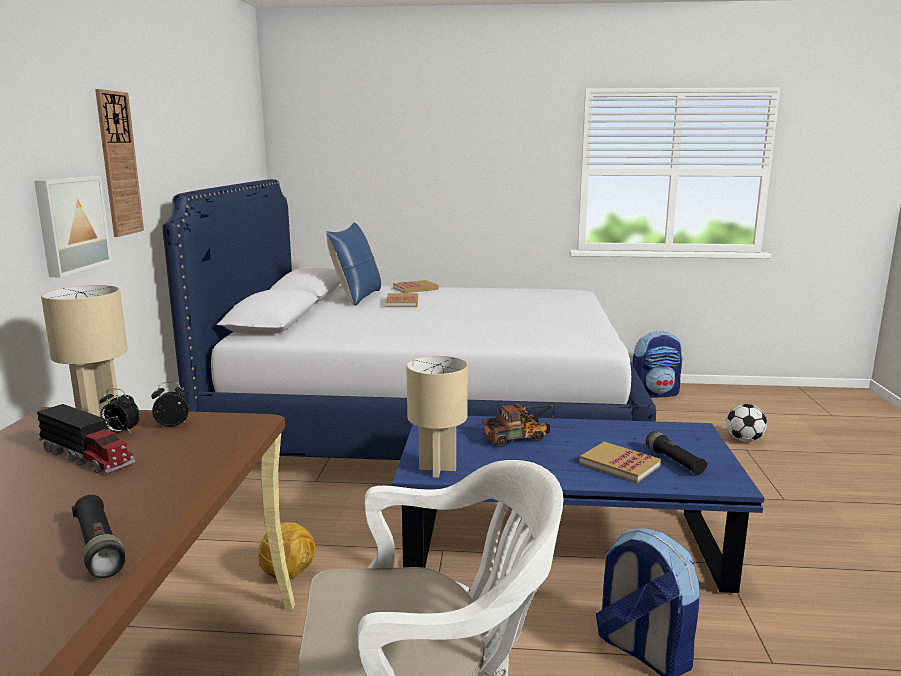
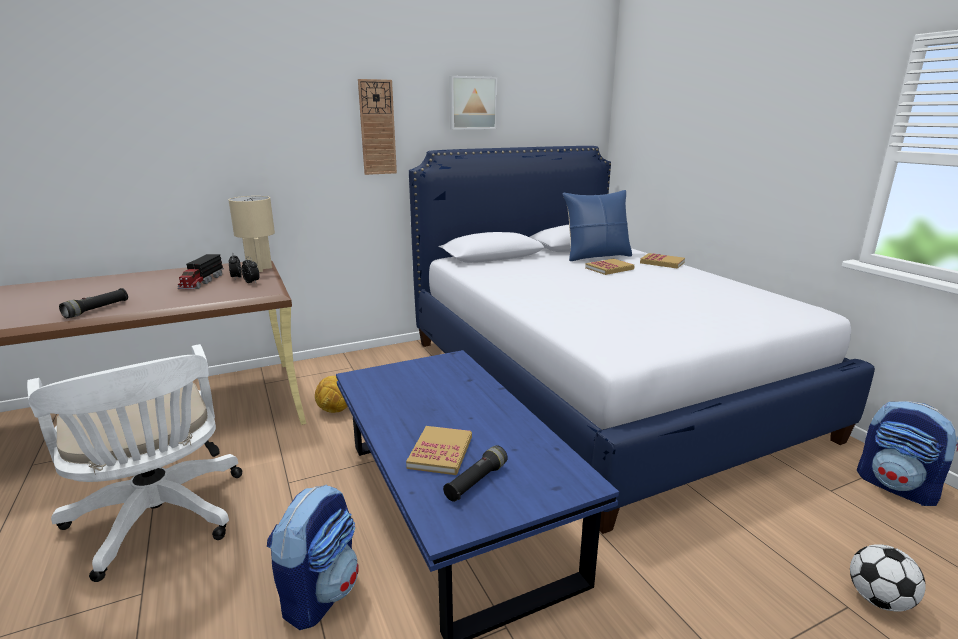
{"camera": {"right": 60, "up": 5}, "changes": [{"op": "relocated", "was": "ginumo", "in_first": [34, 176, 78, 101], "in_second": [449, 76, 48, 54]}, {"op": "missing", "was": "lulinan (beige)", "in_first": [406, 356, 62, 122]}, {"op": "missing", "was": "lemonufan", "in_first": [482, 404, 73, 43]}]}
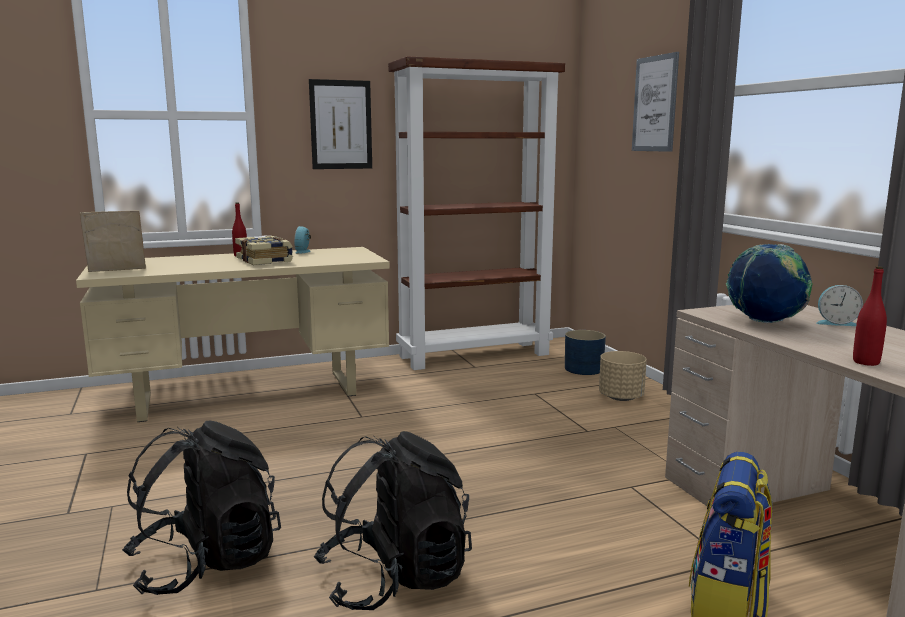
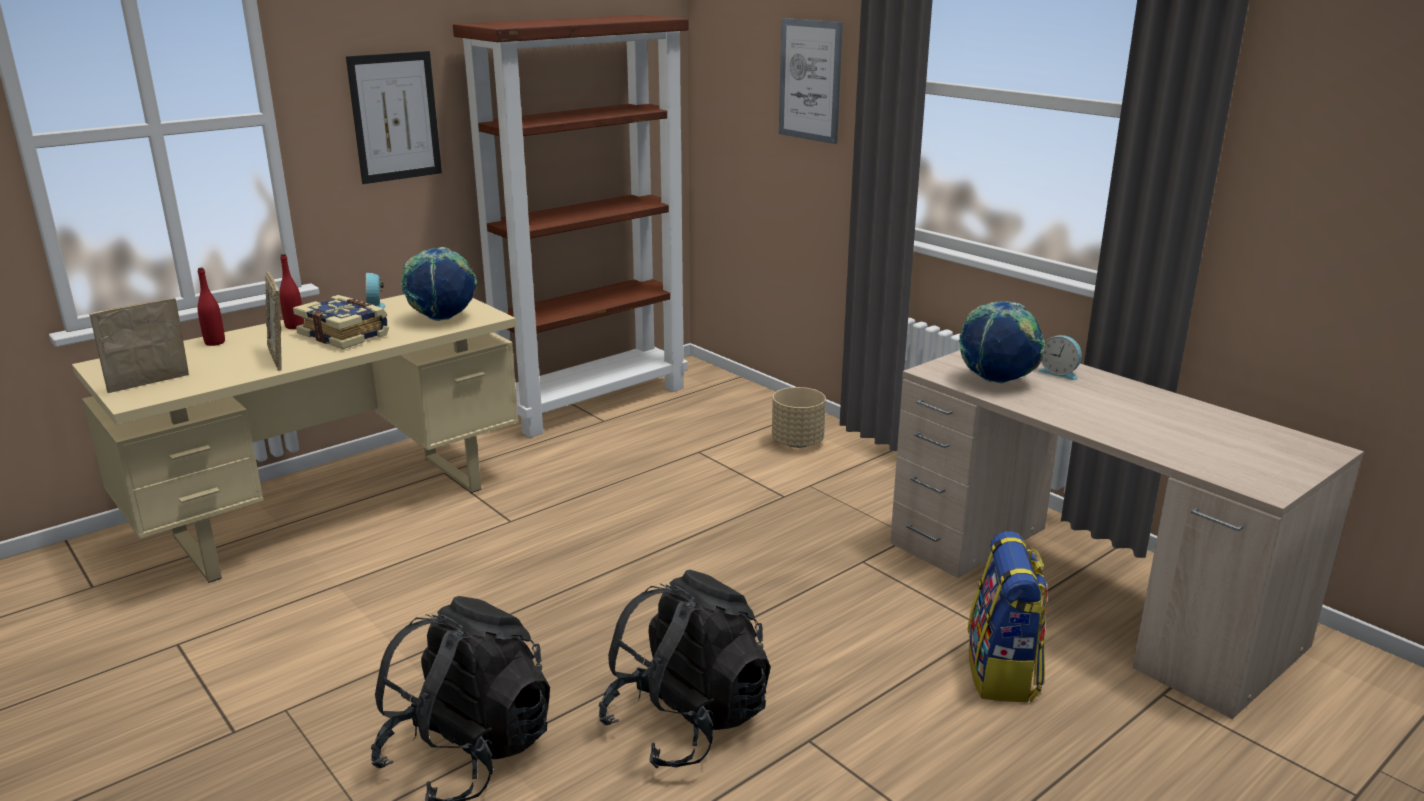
{"camera": {"right": -20, "up": 10}, "changes": [{"op": "relocated", "was": "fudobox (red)", "in_first": [853, 266, 34, 100], "in_second": [198, 268, 27, 78]}, {"op": "appeared", "now": "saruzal", "in_second": [265, 272, 17, 99]}, {"op": "appeared", "now": "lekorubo", "in_second": [401, 247, 76, 74]}, {"op": "spun", "was": "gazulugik", "in_first": [816, 285, 47, 41], "in_second": [1038, 335, 44, 45], "clockwise": 45}, {"op": "missing", "was": "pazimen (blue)", "in_first": [565, 330, 41, 45]}]}
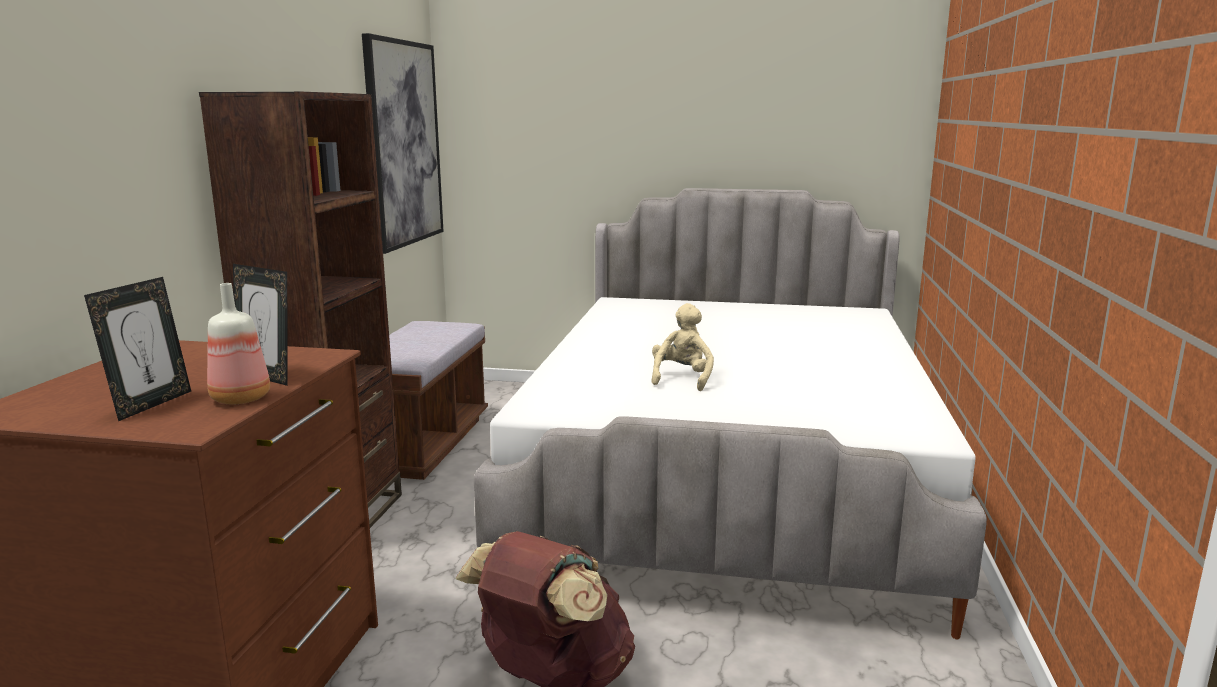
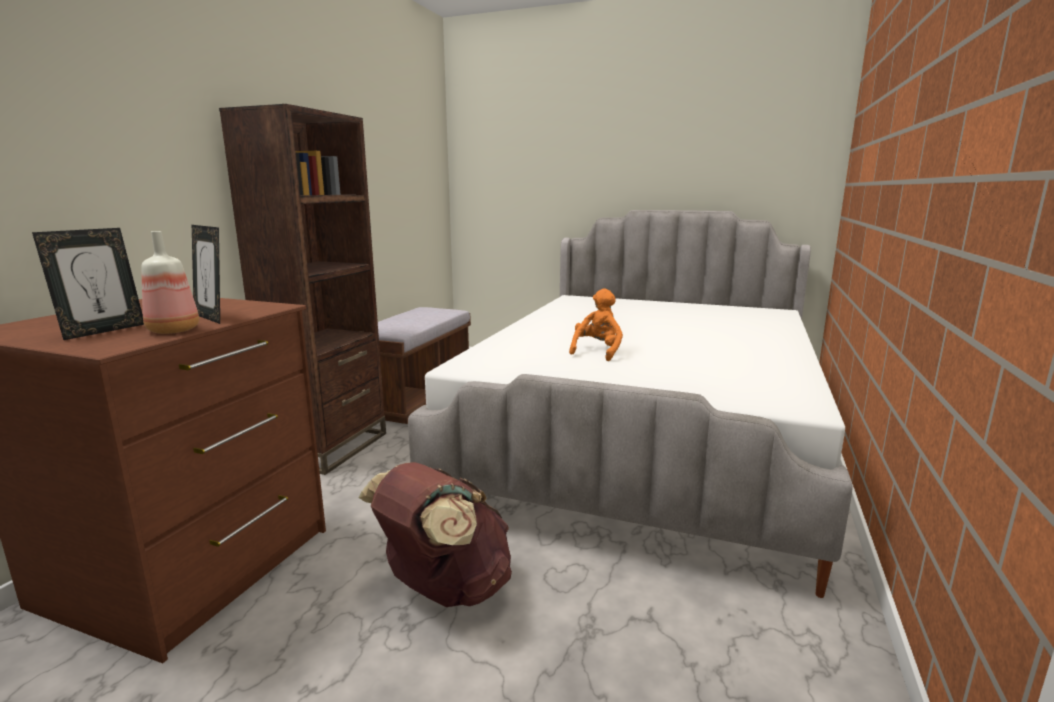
{"camera": {"right": 10, "up": 0}, "changes": [{"op": "colour", "was": "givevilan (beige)", "now": "givevilan (orange)", "in_first": [651, 303, 63, 88], "in_second": [569, 289, 54, 72]}, {"op": "missing", "was": "ginumo", "in_first": [362, 33, 82, 221]}]}
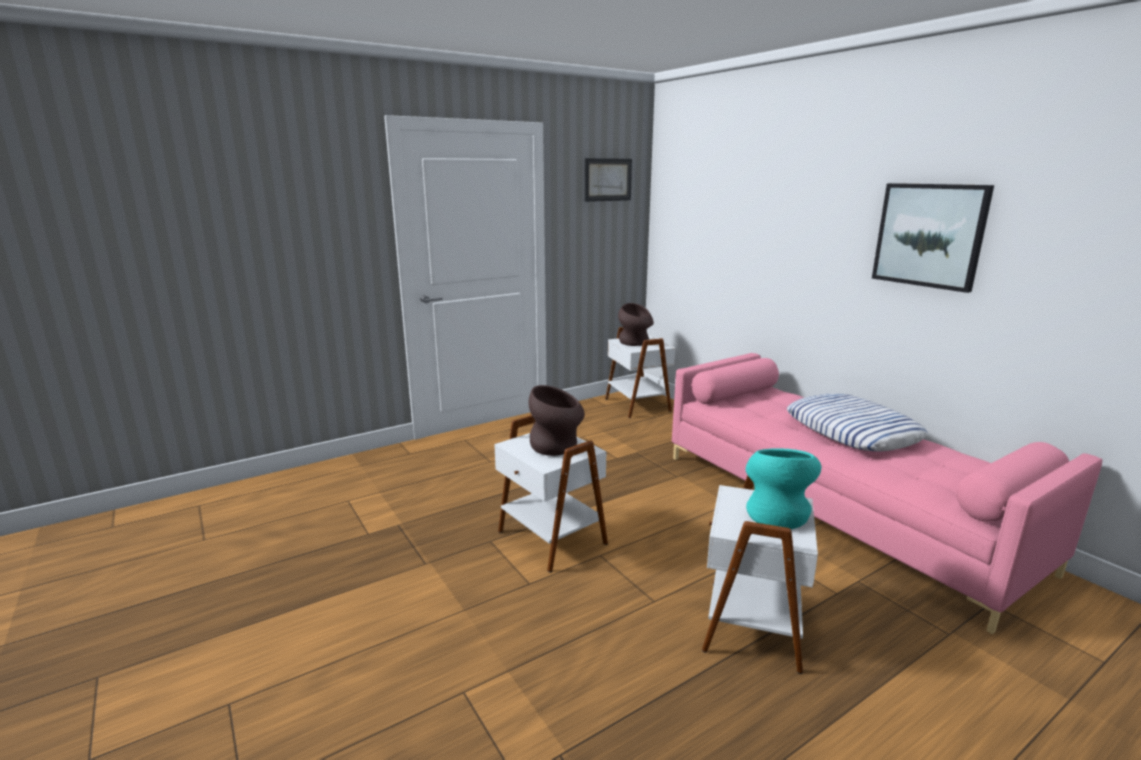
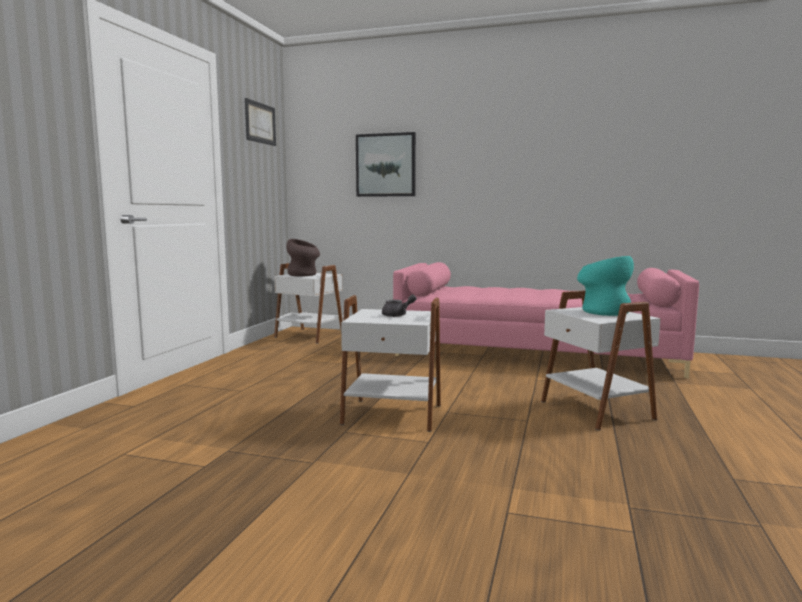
{"camera": {"right": -40, "up": -10}, "changes": [{"op": "relocated", "was": "ginumo", "in_first": [872, 183, 122, 110], "in_second": [356, 132, 60, 65]}, {"op": "exchanged", "was": "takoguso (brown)", "now": "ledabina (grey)", "in_first": [529, 385, 56, 71], "in_second": [382, 294, 34, 23]}, {"op": "missing", "was": "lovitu", "in_first": [787, 393, 141, 59]}]}
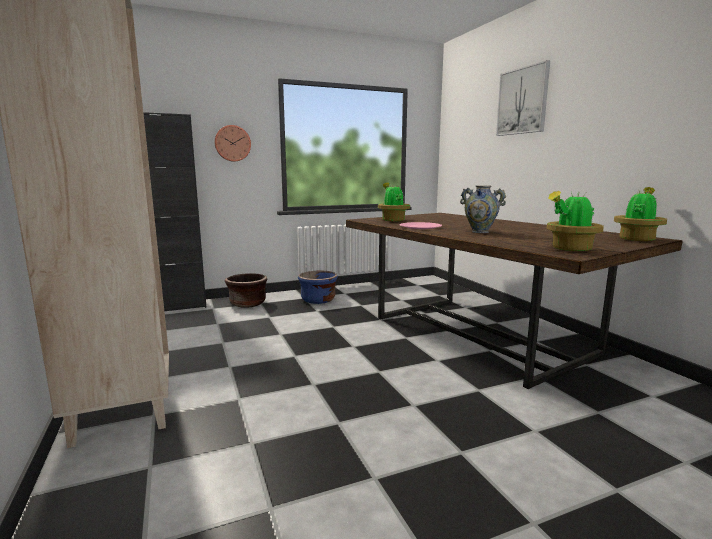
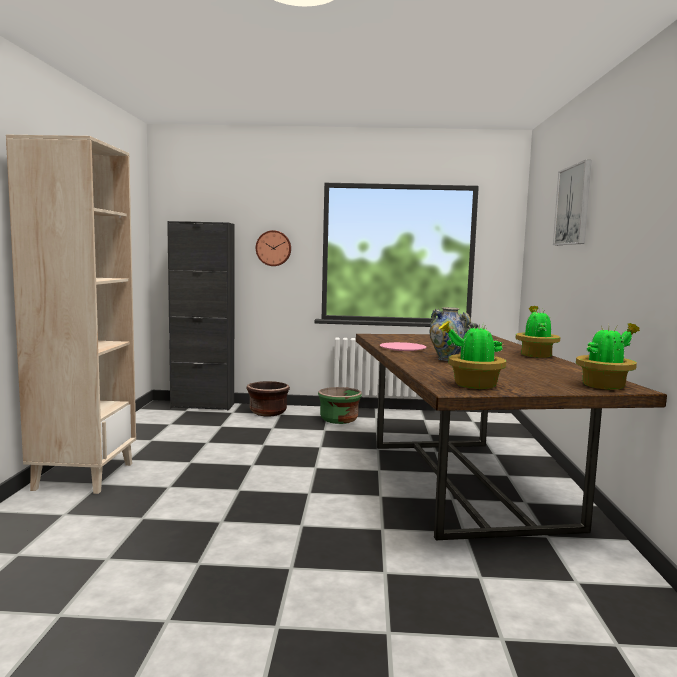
{"camera": {"right": 25, "up": -5}, "changes": [{"op": "colour", "was": "pazimen (blue)", "now": "pazimen (green)", "in_first": [298, 270, 40, 34], "in_second": [318, 387, 44, 37]}, {"op": "relocated", "was": "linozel", "in_first": [378, 182, 32, 39], "in_second": [516, 306, 44, 52]}]}
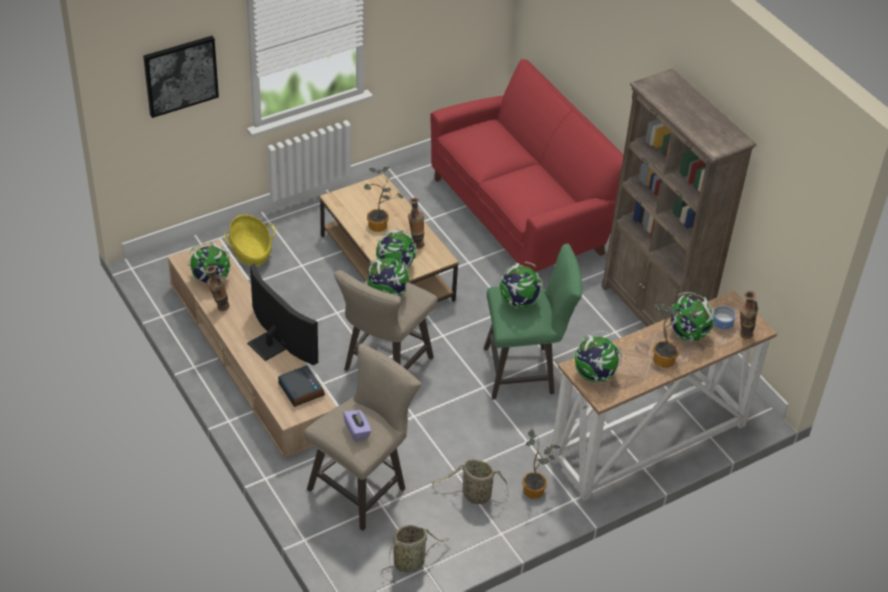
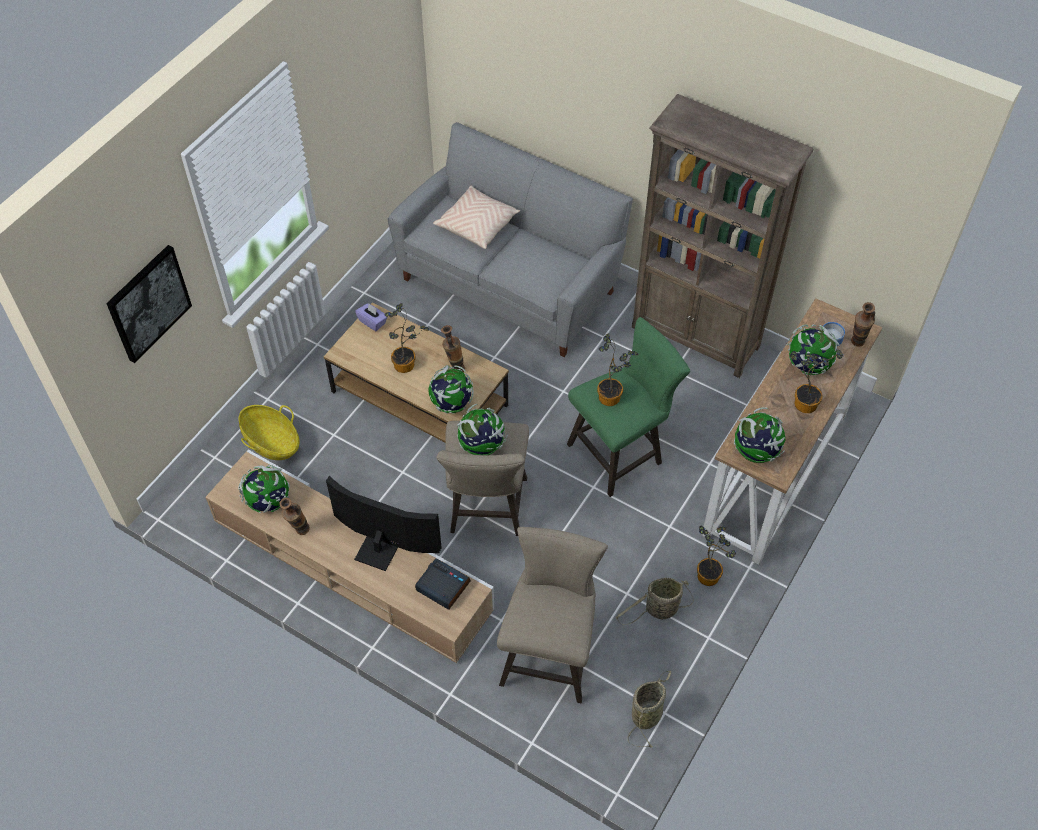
{"camera": {"right": -25, "up": 10}, "changes": [{"op": "relocated", "was": "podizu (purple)", "in_first": [343, 410, 29, 31], "in_second": [355, 303, 32, 28]}, {"op": "colour", "was": "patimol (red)", "now": "patimol (grey)", "in_first": [430, 59, 194, 213], "in_second": [388, 122, 245, 235]}, {"op": "appeared", "now": "lovitu (beige)", "in_second": [433, 186, 87, 63]}, {"op": "exchanged", "was": "lekorubo", "now": "linozel", "in_first": [500, 262, 43, 46], "in_second": [597, 334, 42, 72]}]}
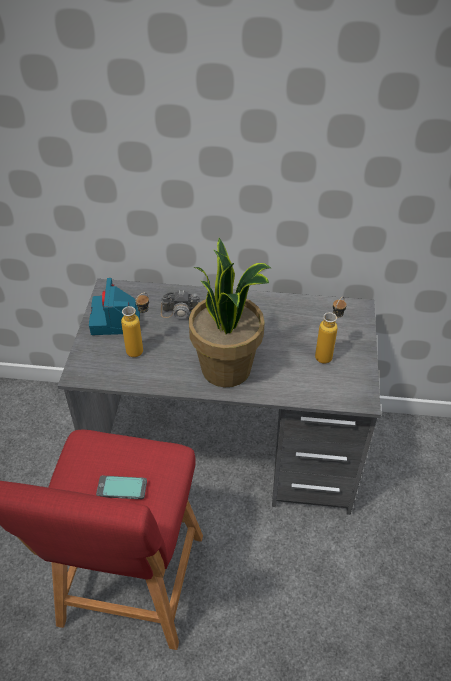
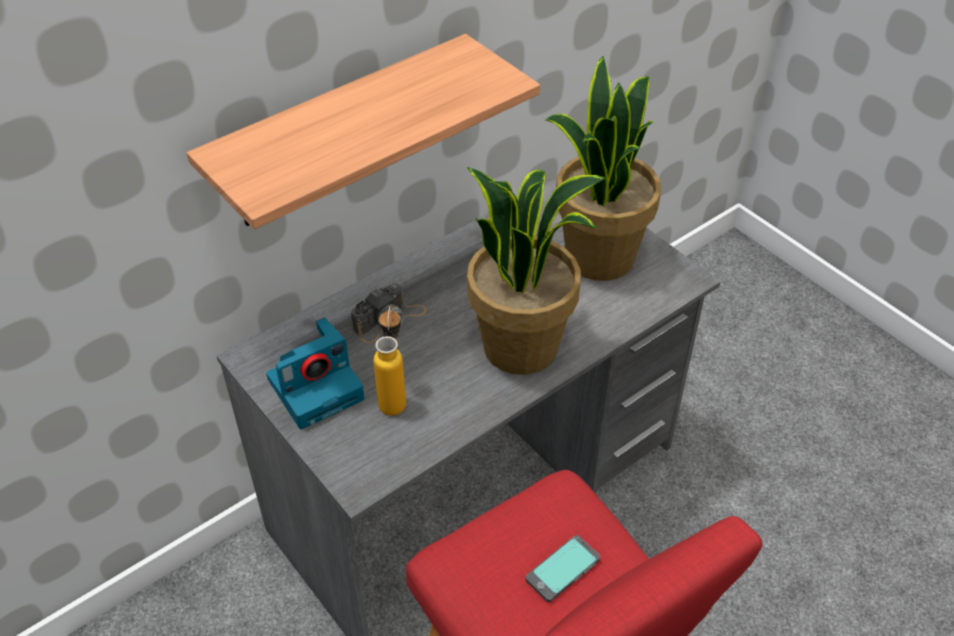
{"camera": {"right": -45, "up": 0}, "changes": [{"op": "appeared", "now": "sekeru", "in_second": [187, 34, 353, 195]}, {"op": "spun", "was": "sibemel", "in_first": [89, 278, 51, 57], "in_second": [266, 317, 98, 112], "clockwise": -75}, {"op": "exchanged", "was": "fudobox", "now": "linozel", "in_first": [315, 297, 32, 67], "in_second": [545, 56, 116, 225]}]}
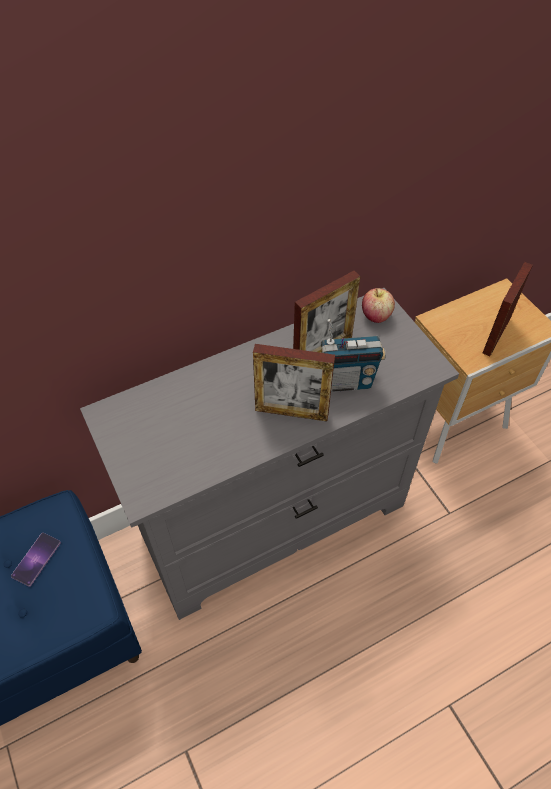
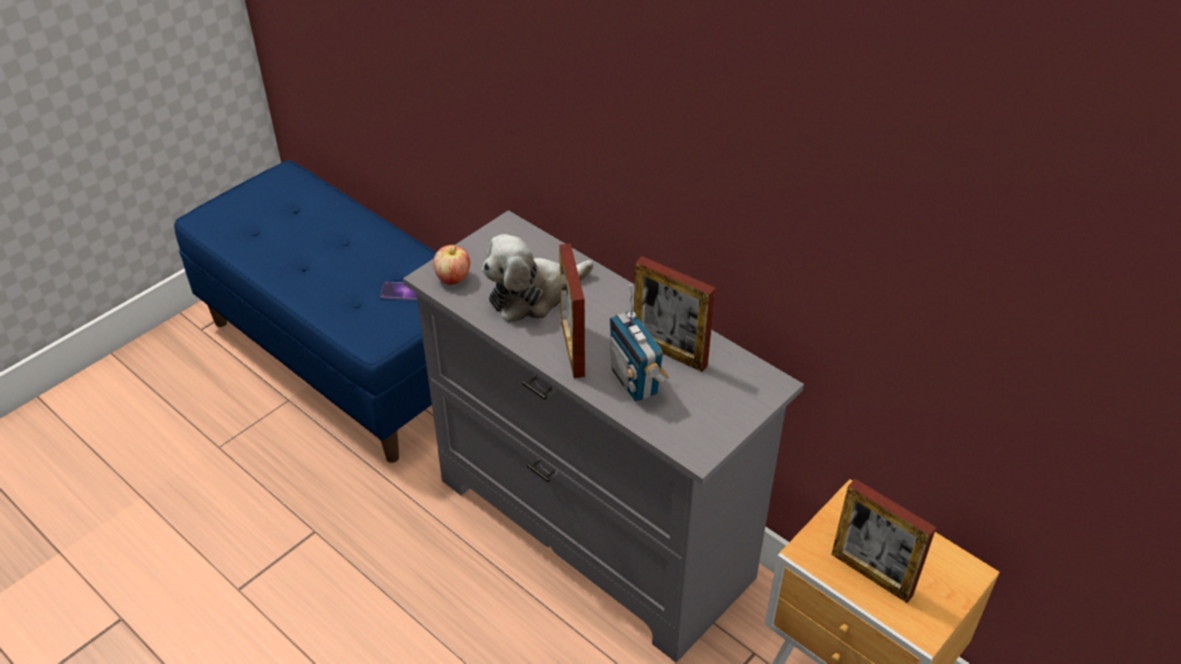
{"camera": {"right": 70, "up": -10}, "changes": [{"op": "relocated", "was": "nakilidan", "in_first": [362, 288, 33, 35], "in_second": [433, 245, 37, 40]}, {"op": "appeared", "now": "givevilan", "in_second": [482, 234, 112, 88]}, {"op": "spun", "was": "saruzal", "in_first": [483, 262, 50, 94], "in_second": [831, 479, 105, 124], "clockwise": -150}]}
